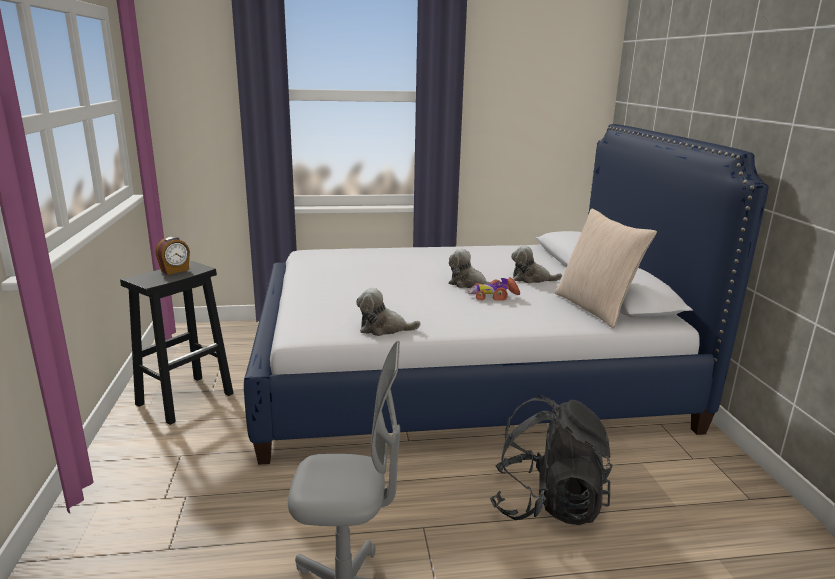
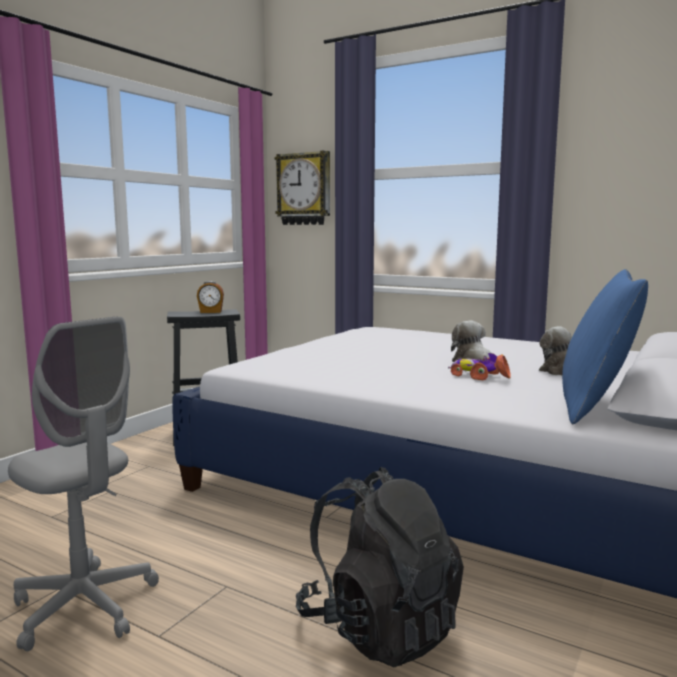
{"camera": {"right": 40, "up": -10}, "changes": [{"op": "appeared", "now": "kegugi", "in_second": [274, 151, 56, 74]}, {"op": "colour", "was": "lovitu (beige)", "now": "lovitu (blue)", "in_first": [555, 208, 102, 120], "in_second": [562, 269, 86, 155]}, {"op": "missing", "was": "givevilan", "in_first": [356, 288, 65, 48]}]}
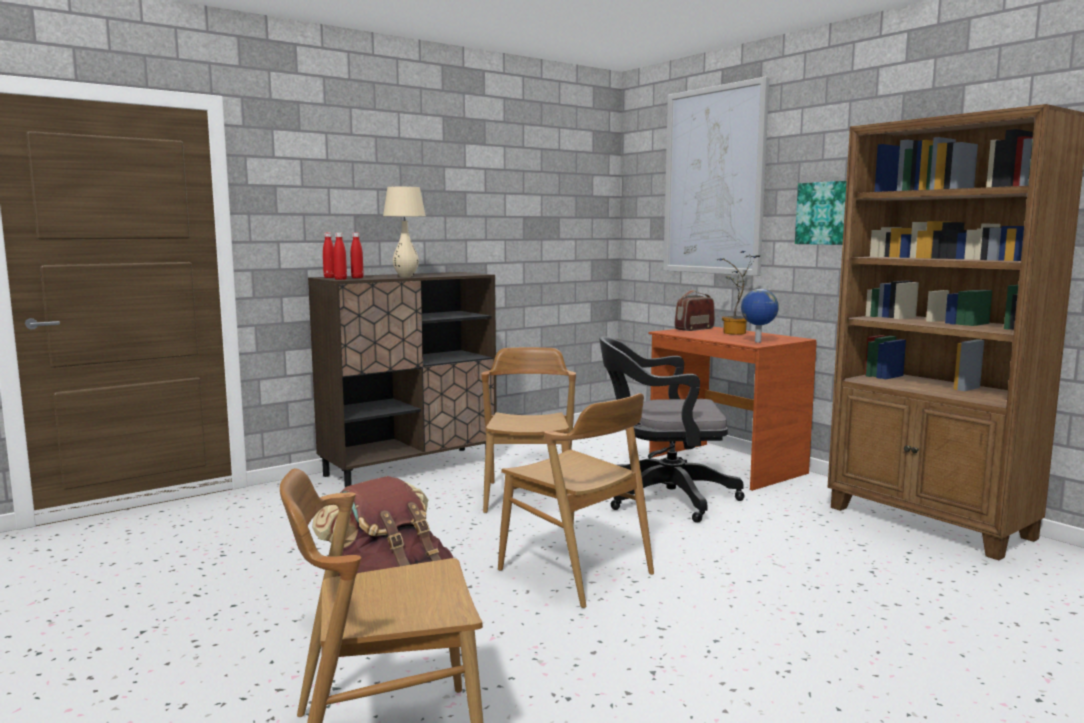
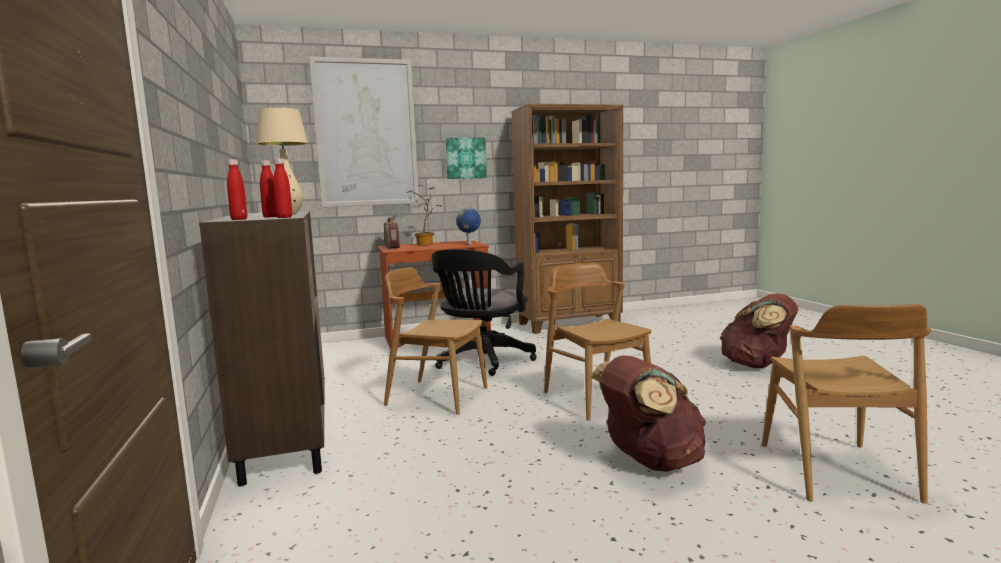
{"camera": {"right": -70, "up": 0}, "changes": [{"op": "spun", "was": "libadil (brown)", "in_first": [498, 393, 156, 215], "in_second": [544, 263, 107, 158], "clockwise": -90}, {"op": "appeared", "now": "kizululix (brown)", "in_second": [720, 293, 79, 75]}]}
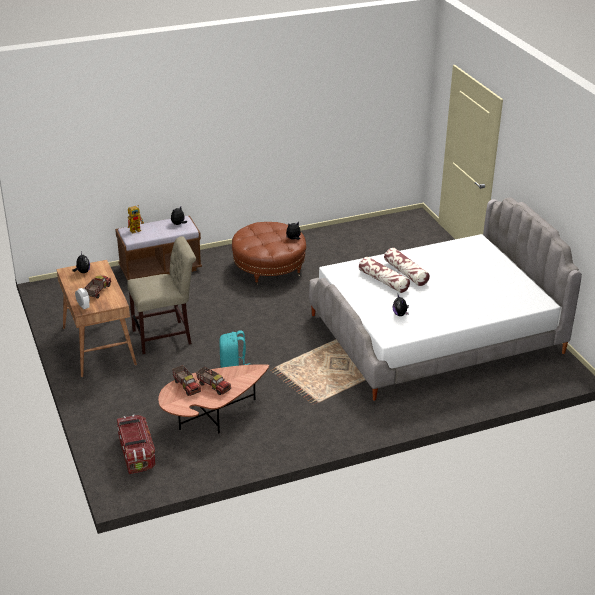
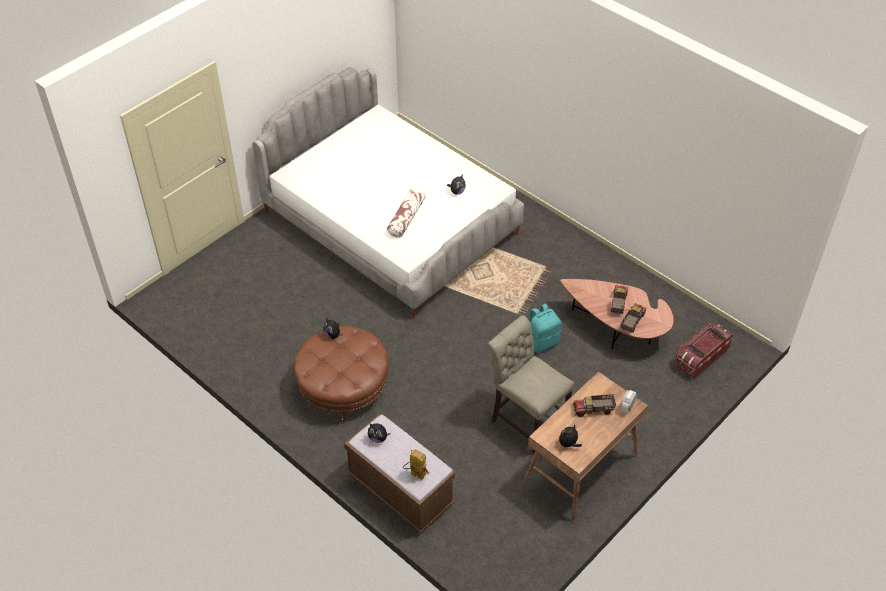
{"camera": {"right": -115, "up": 15}, "changes": [{"op": "missing", "was": "lovitu", "in_first": [384, 248, 46, 38]}]}
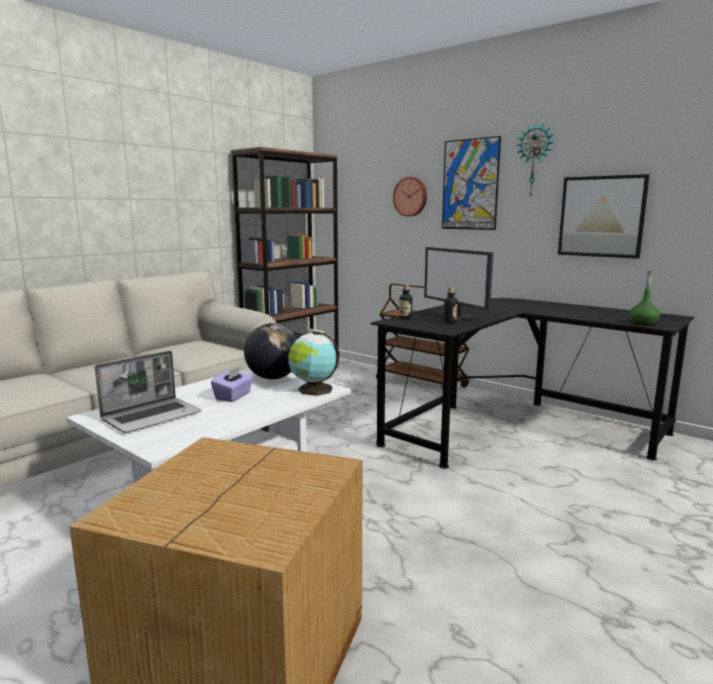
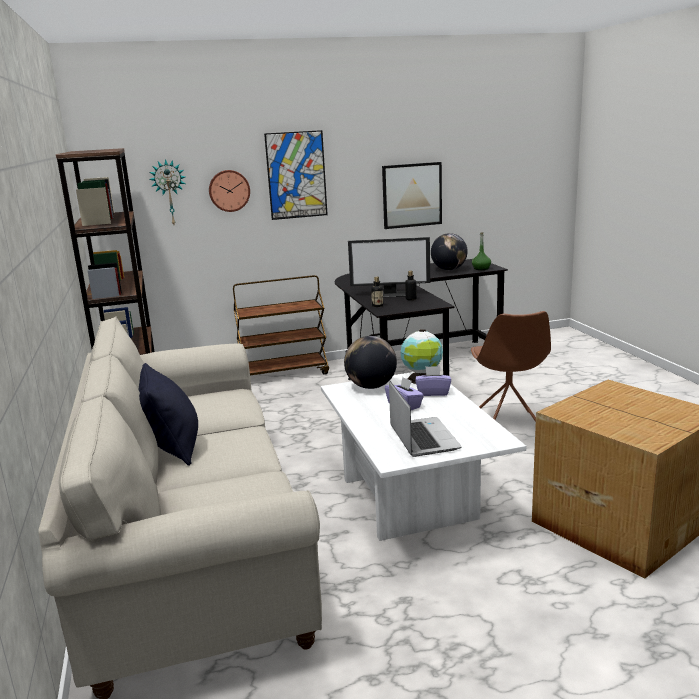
{"camera": {"right": -55, "up": 5}, "changes": [{"op": "appeared", "now": "lovitu (black)", "in_second": [138, 363, 60, 103]}, {"op": "relocated", "was": "kegugi", "in_first": [516, 122, 38, 74], "in_second": [149, 159, 36, 65]}, {"op": "appeared", "now": "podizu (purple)", "in_second": [415, 366, 36, 30]}, {"op": "appeared", "now": "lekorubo", "in_second": [431, 233, 37, 37]}, {"op": "appeared", "now": "libadil (brown)", "in_second": [471, 311, 80, 111]}]}
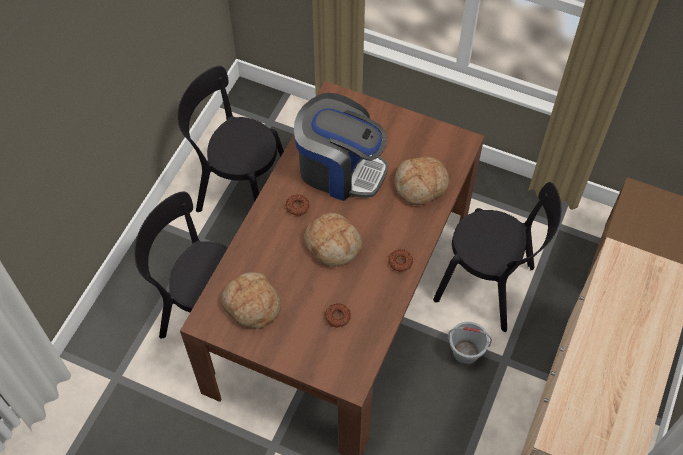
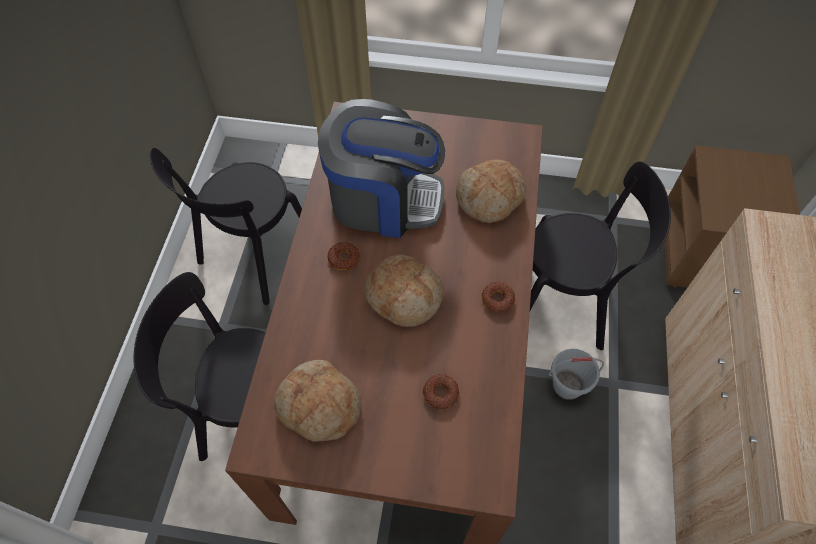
{"camera": {"right": -15, "up": 0}, "changes": [{"op": "spun", "was": "libadil (black)", "in_first": [177, 66, 107, 146], "in_second": [150, 148, 152, 157], "clockwise": -60}]}
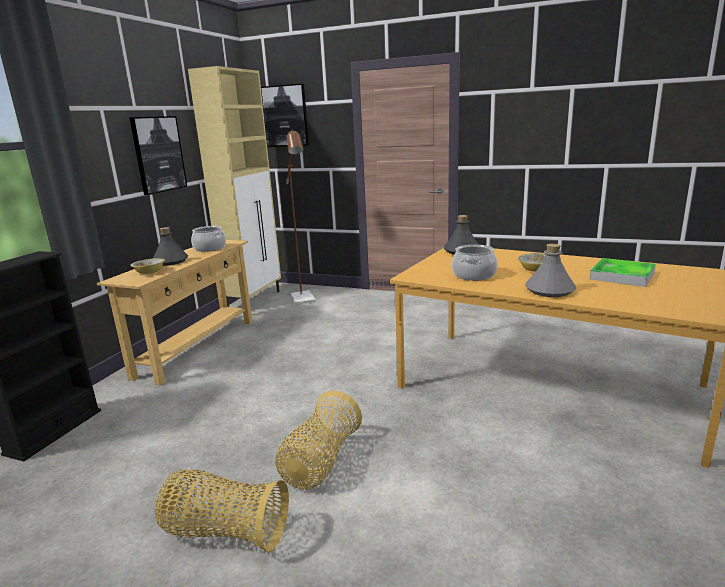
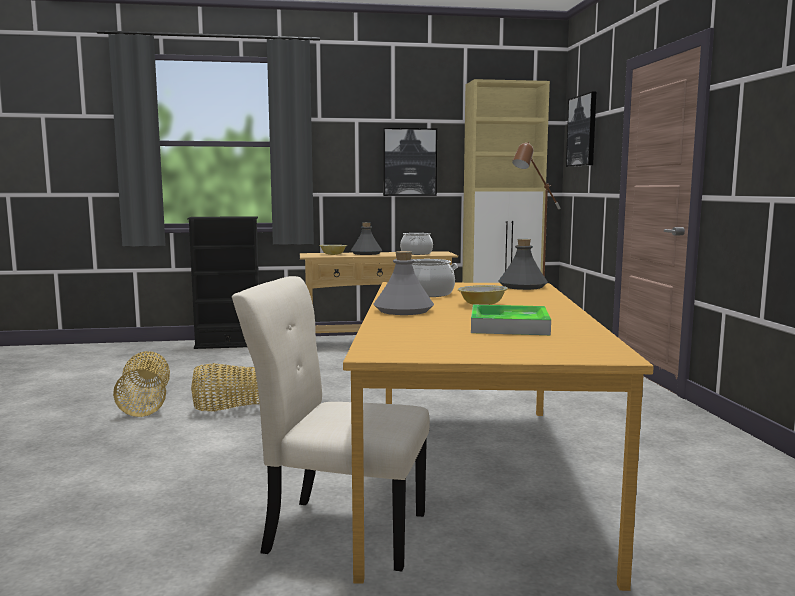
{"camera": {"right": 60, "up": -10}, "changes": [{"op": "appeared", "now": "libadil (beige)", "in_second": [232, 276, 198, 296]}]}
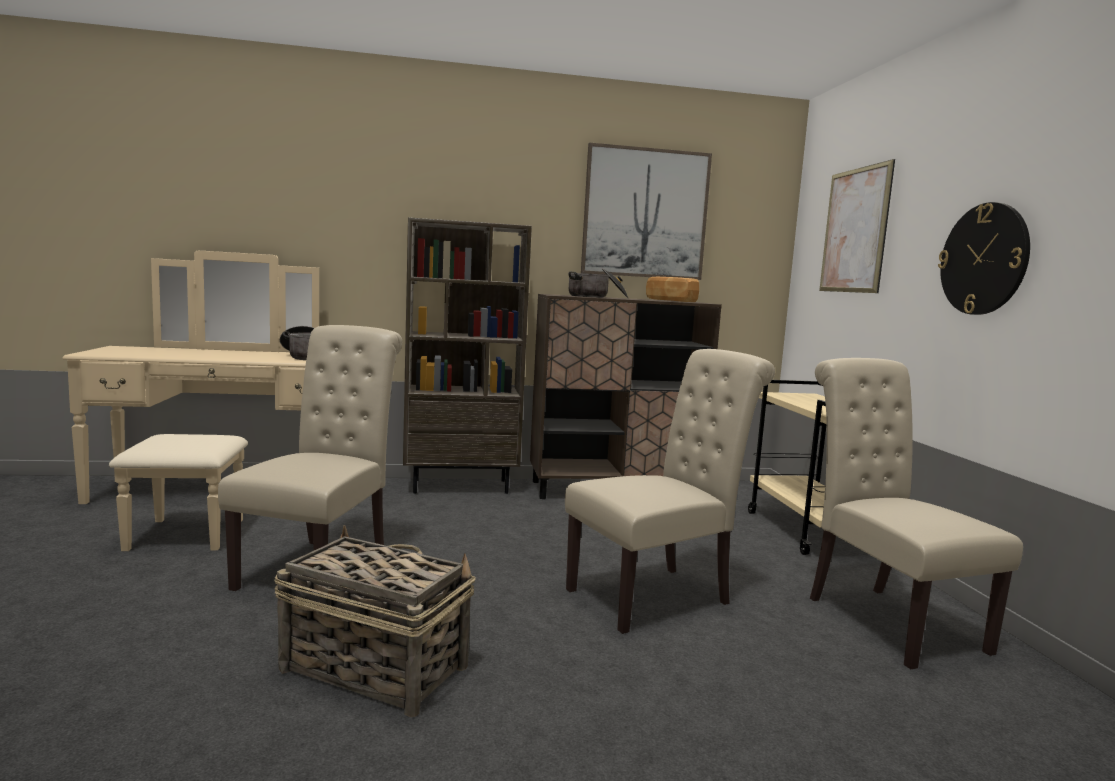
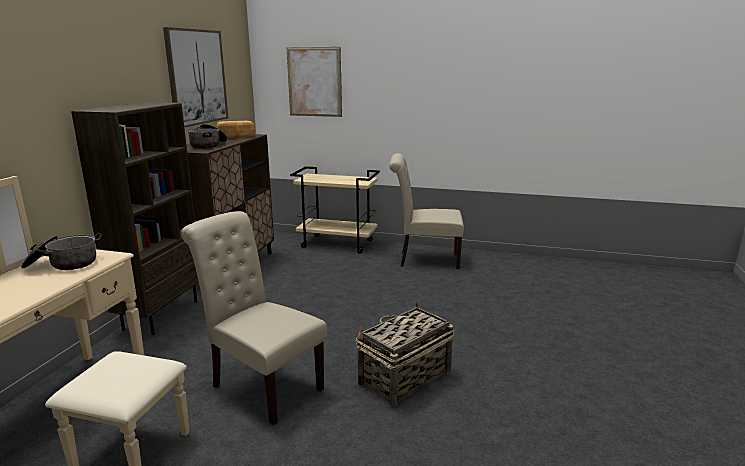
{"camera": {"right": -65, "up": 10}, "changes": [{"op": "missing", "was": "libadil (beige)", "in_first": [565, 349, 210, 285]}, {"op": "missing", "was": "kegugi", "in_first": [938, 202, 92, 113]}]}
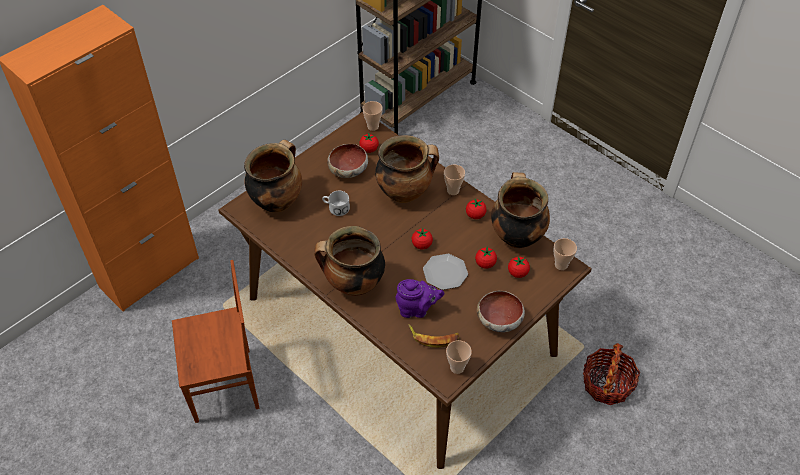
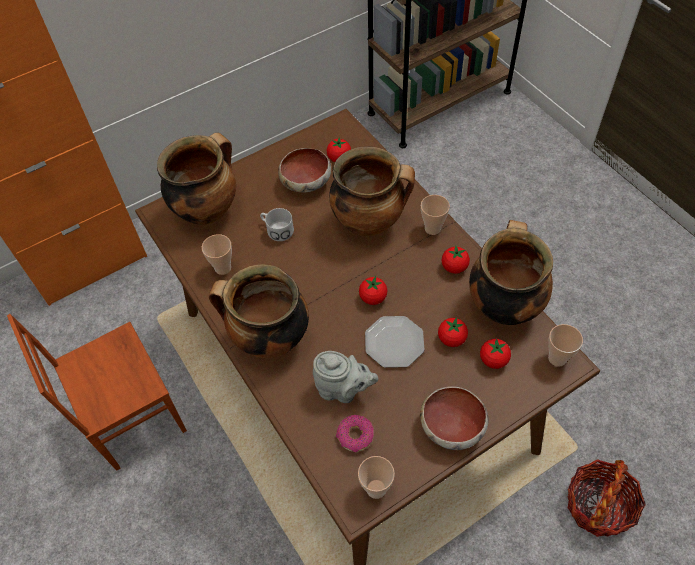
{"camera": {"right": 15, "up": 5}, "changes": [{"op": "spun", "was": "libadil (brown)", "in_first": [172, 260, 88, 163], "in_second": [7, 314, 180, 157], "clockwise": 150}, {"op": "relocated", "was": "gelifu", "in_first": [362, 101, 21, 30], "in_second": [202, 234, 30, 41]}, {"op": "colour", "was": "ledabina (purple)", "now": "ledabina (grey)", "in_first": [396, 279, 49, 39], "in_second": [313, 351, 66, 52]}, {"op": "exchanged", "was": "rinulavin", "now": "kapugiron", "in_first": [408, 324, 51, 24], "in_second": [336, 415, 38, 37]}]}
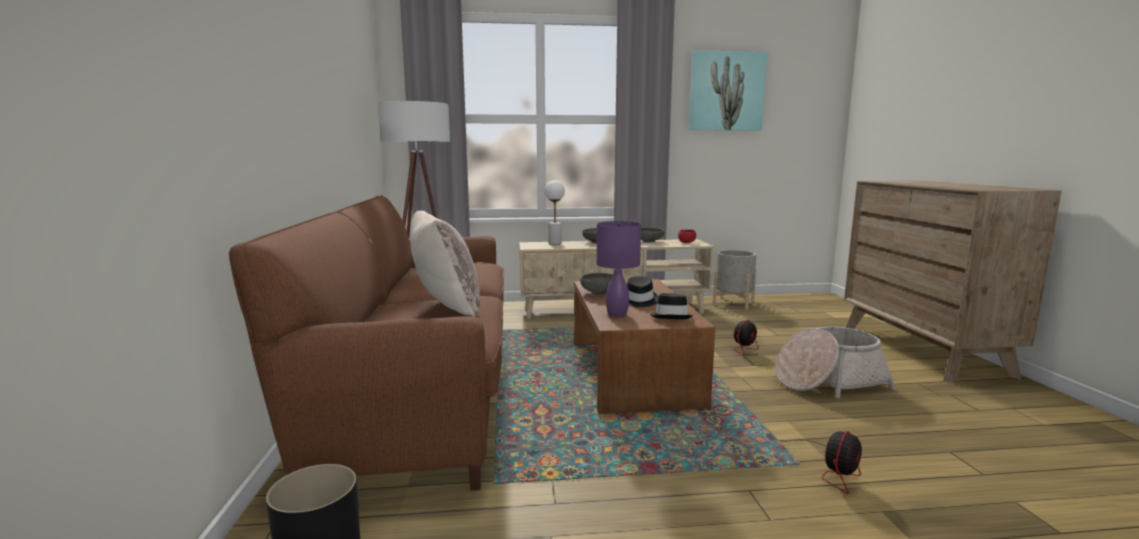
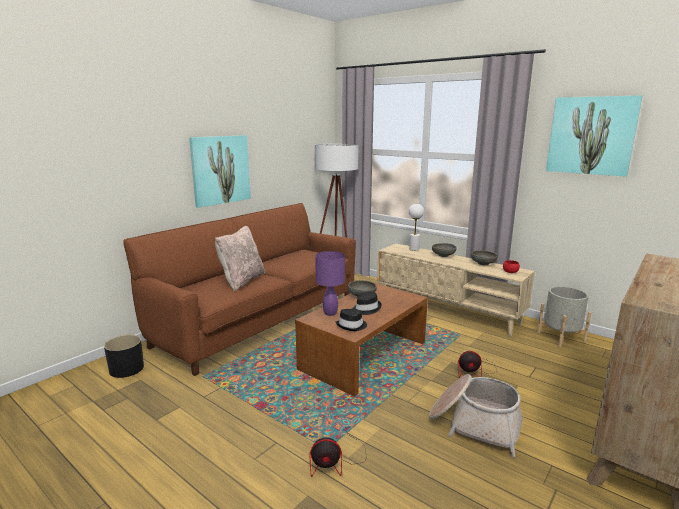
{"camera": {"right": 45, "up": 5}, "changes": [{"op": "appeared", "now": "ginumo", "in_second": [189, 135, 62, 73]}]}
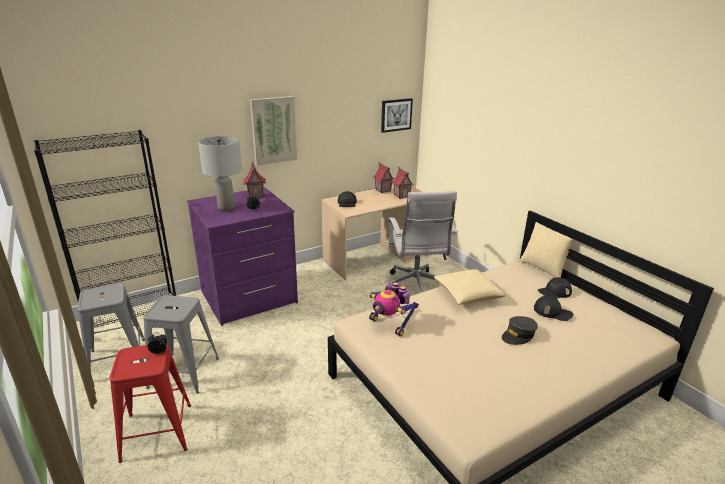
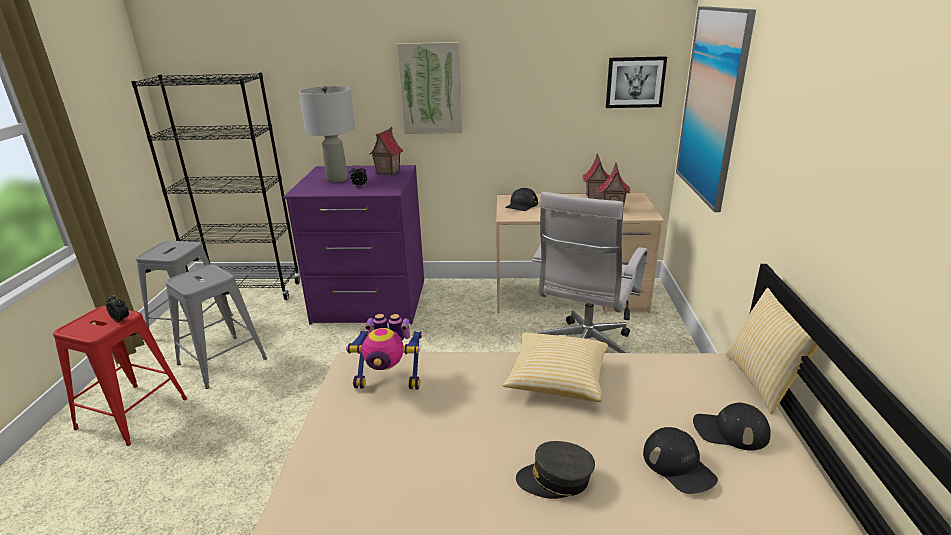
{"camera": {"right": 35, "up": 0}, "changes": [{"op": "spun", "was": "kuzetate", "in_first": [369, 282, 50, 55], "in_second": [346, 314, 76, 75], "clockwise": -75}, {"op": "appeared", "now": "ginumo", "in_second": [676, 6, 80, 206]}]}
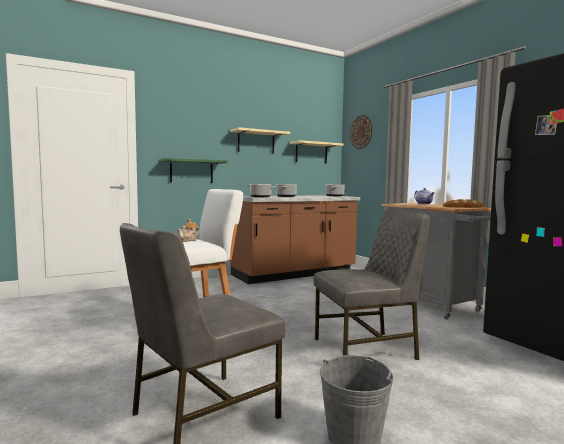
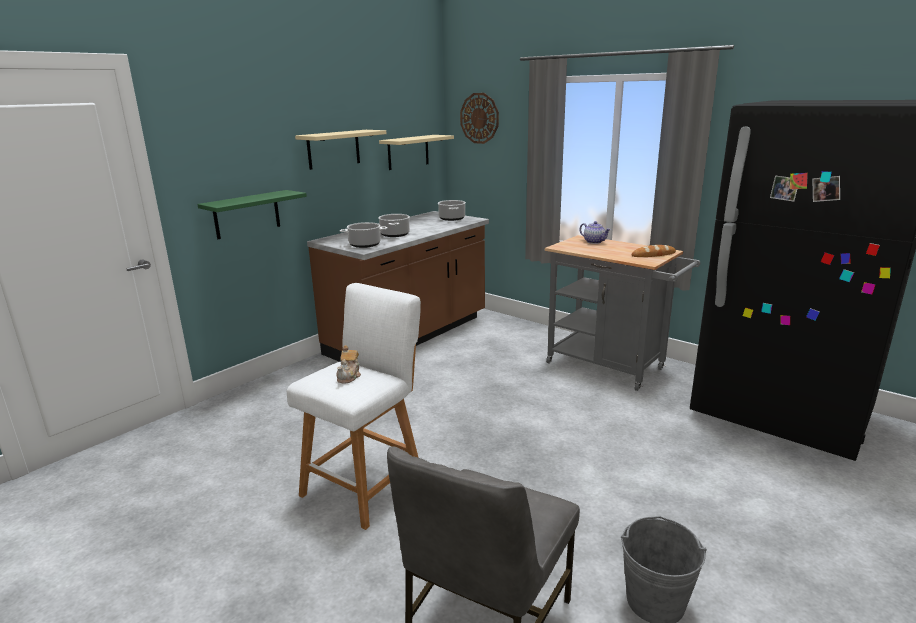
{"camera": {"right": -20, "up": 15}, "changes": [{"op": "missing", "was": "libadil (grey)", "in_first": [313, 210, 117, 150]}]}
